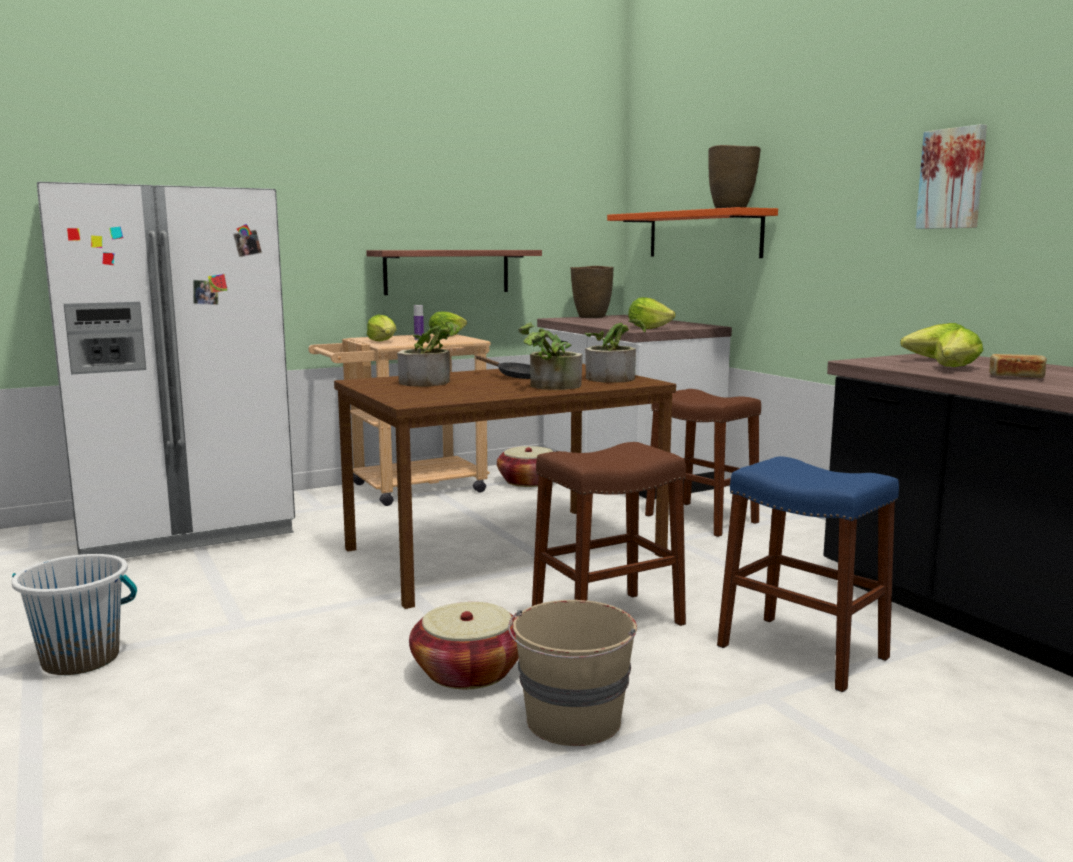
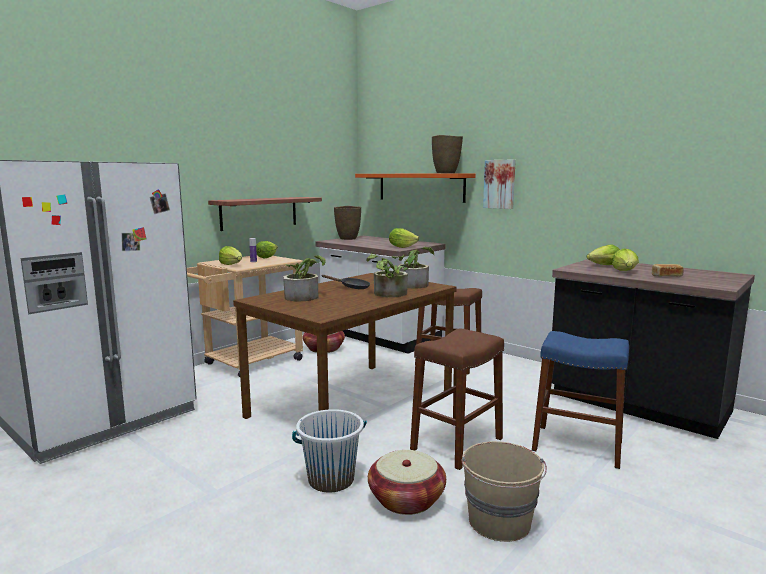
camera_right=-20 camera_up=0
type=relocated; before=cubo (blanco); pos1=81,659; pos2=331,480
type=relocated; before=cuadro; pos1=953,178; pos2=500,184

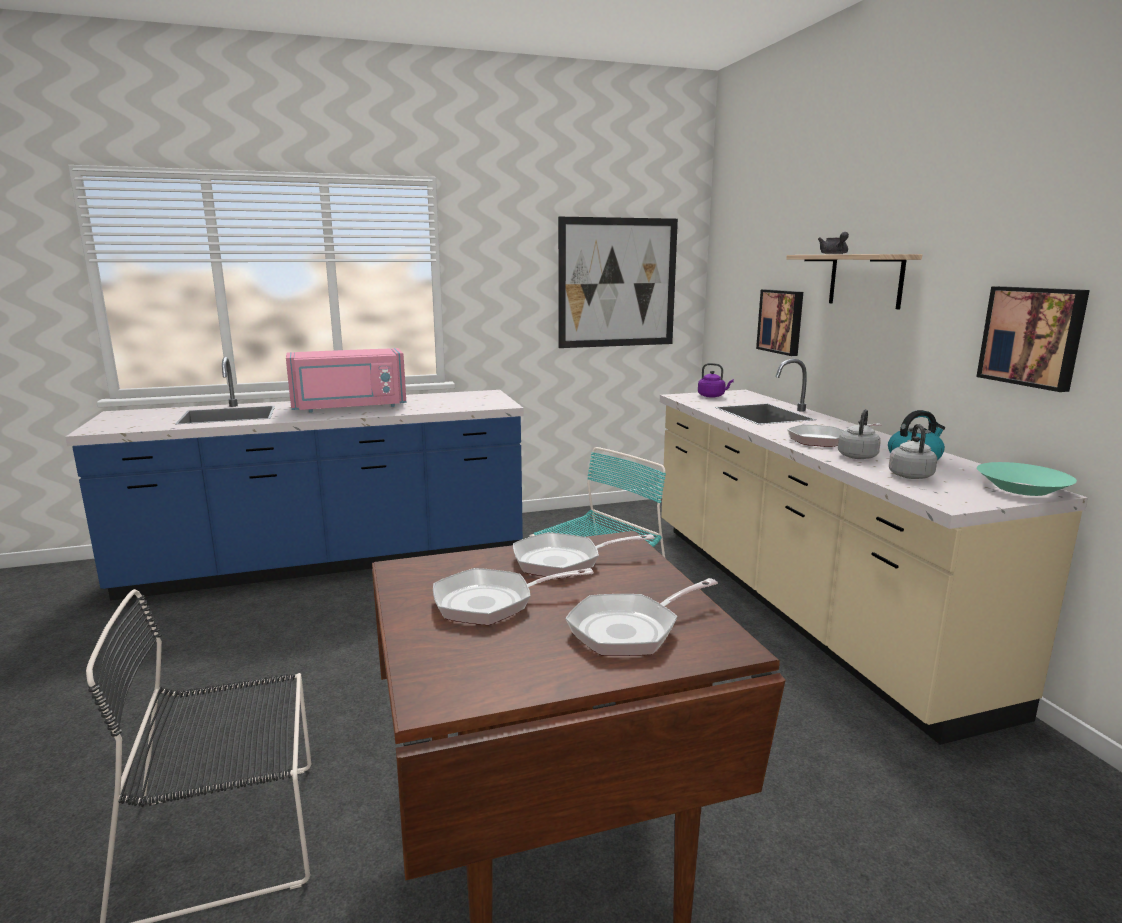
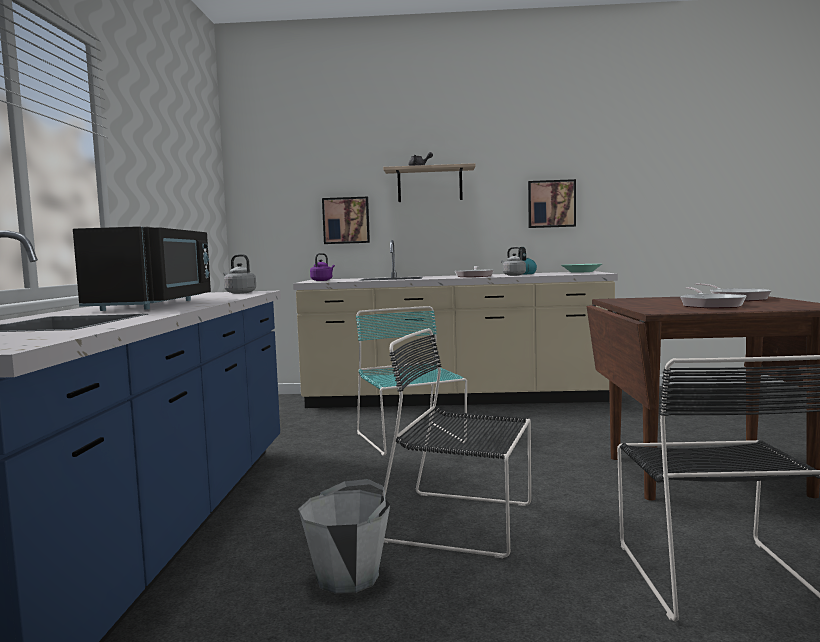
camera_right=-70 camera_up=-10
type=missing; before=sartén; pos1=564,561
type=missing; before=cuadro; pos1=617,283
type=appeared; after=cubo (gris); pos2=348,577
type=appeared; after=silla (negro); pos2=463,522
type=relocated; before=hervidor (gris); pos1=910,475; pos2=239,293
type=colour; before=microondas (rosa); after=microondas (negro); pos1=349,407; pos2=155,305

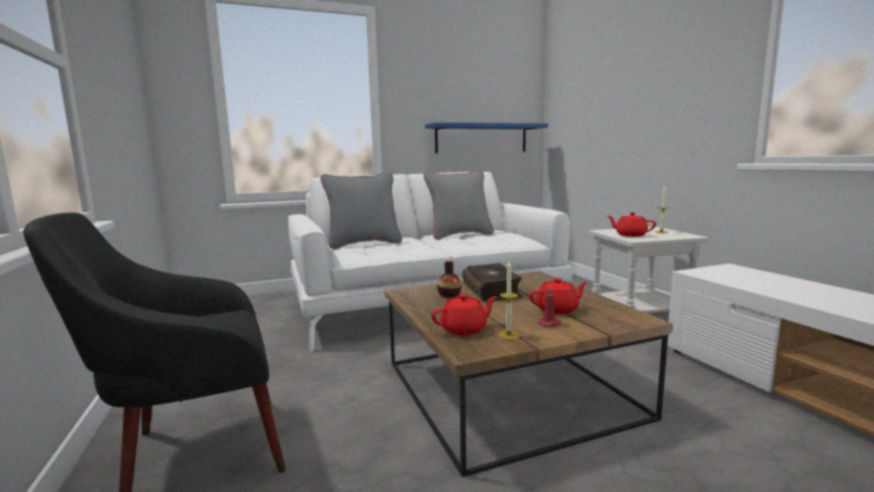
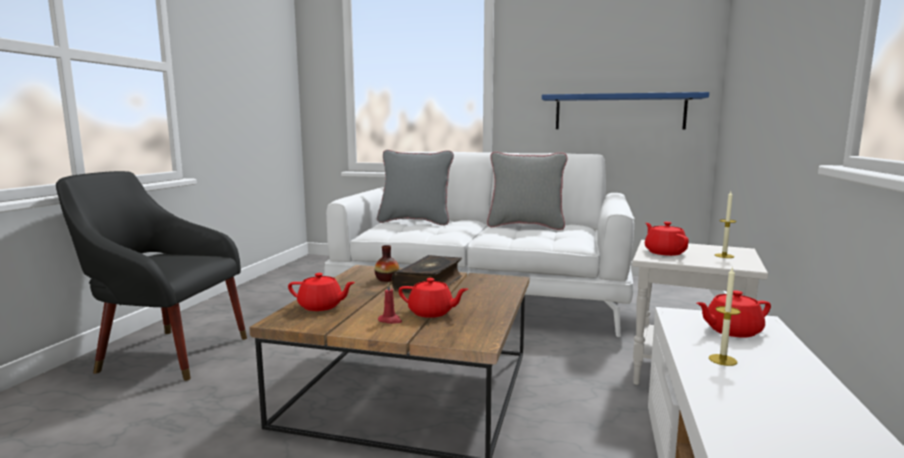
camera_right=35 camera_up=0
type=appeared; after=tetera (rojo); pos2=731,331
type=relocated; before=vela; pos1=508,335; pos2=722,360

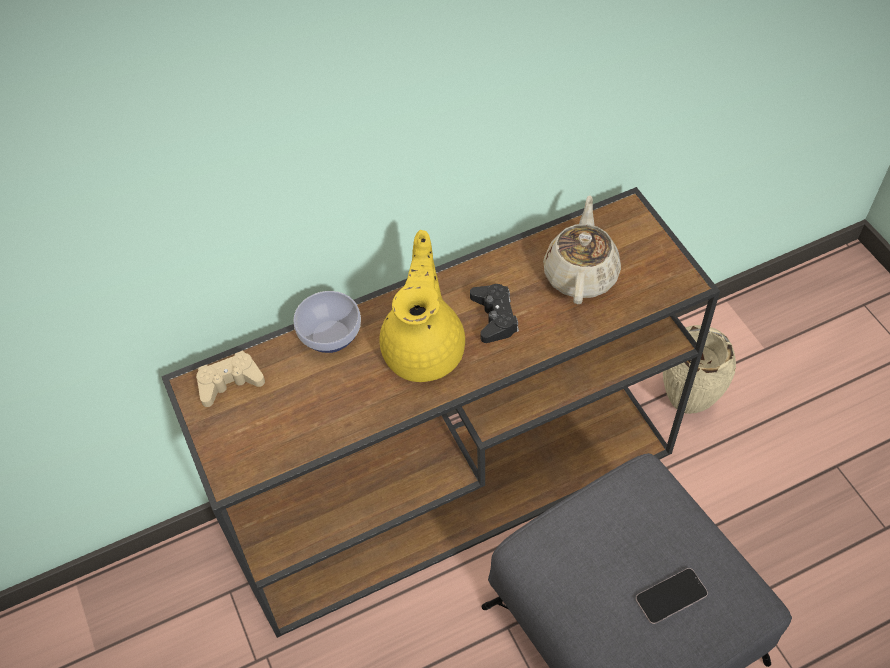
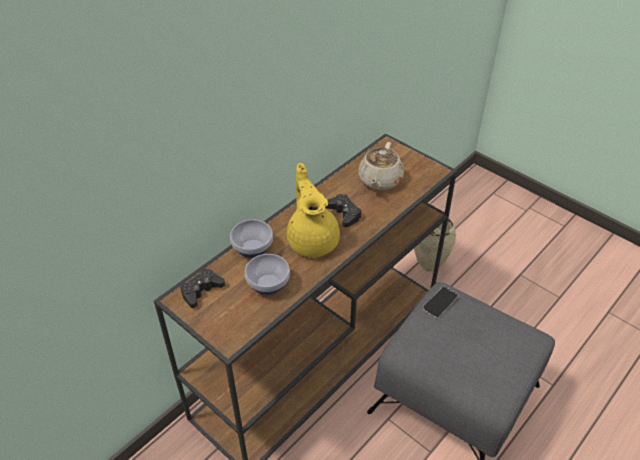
camera_right=-25 camera_up=-10
type=appeared; after=cuenco; pos2=269,285
type=relocated; before=móvil; pos1=671,596; pos2=440,302
type=colour; before=mando de consola (beis); after=mando de consola (negro); pos1=230,382; pos2=201,291
type=spun; before=tetera (beis); pos1=581,273; pos2=379,180; turn=-150

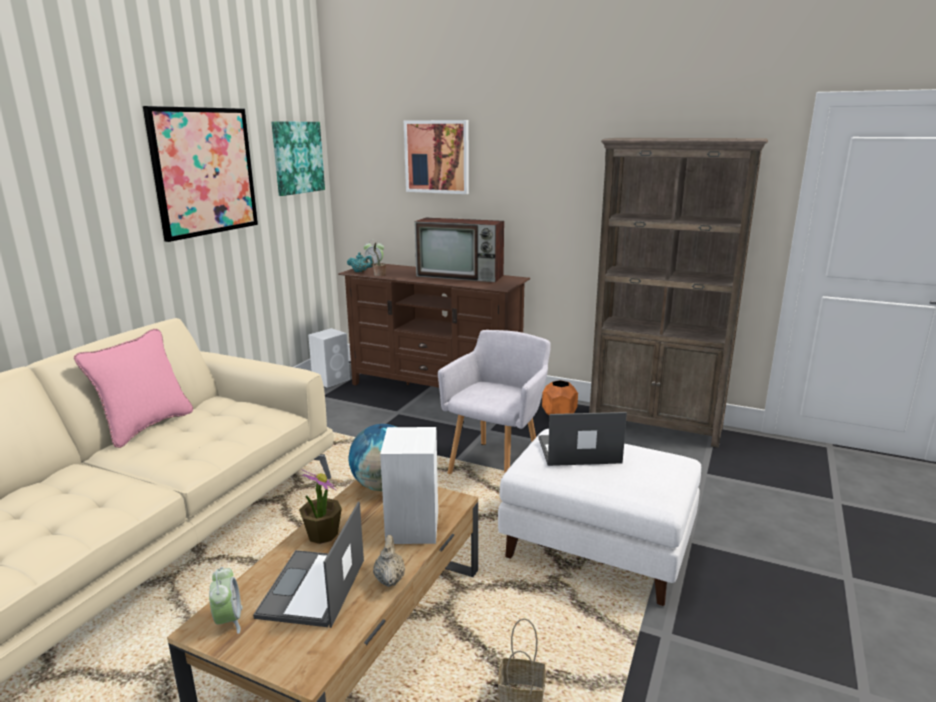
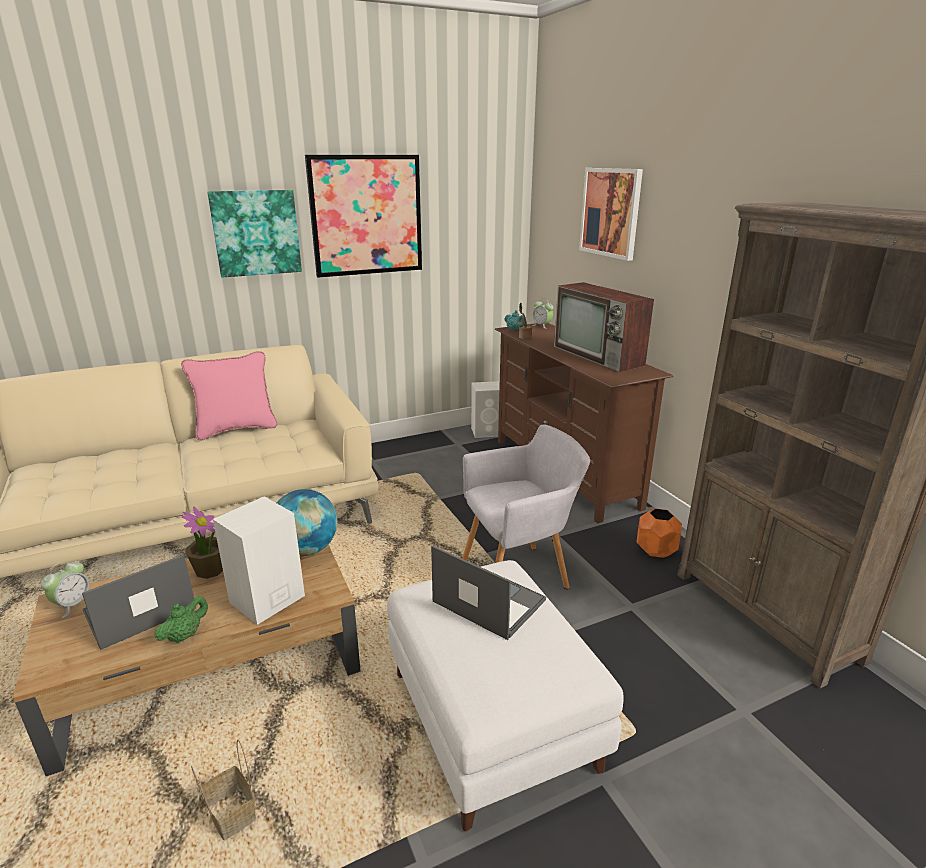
camera_right=40 camera_up=5
type=relocated; before=cuadro; pos1=297,157; pos2=256,233
type=colour; before=tetera (beis); after=tetera (verde); pos1=389,579; pos2=185,635

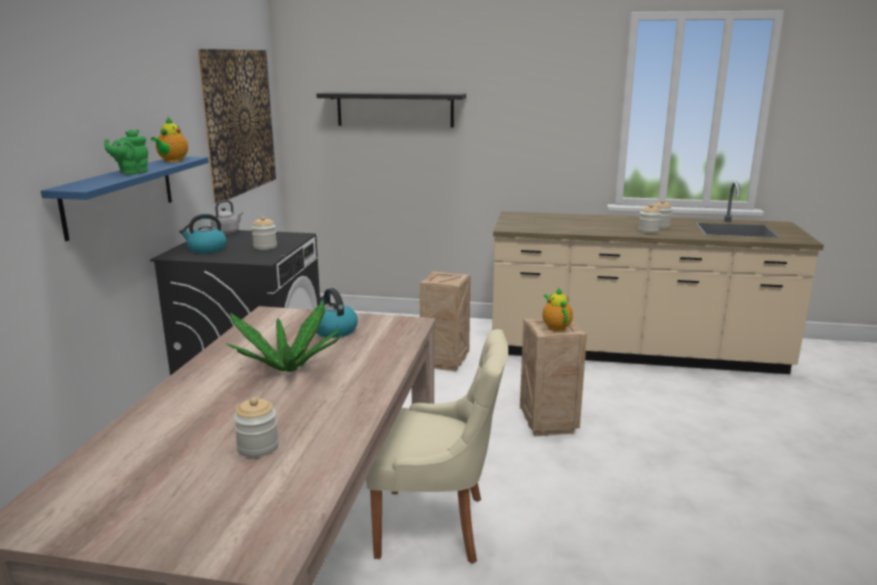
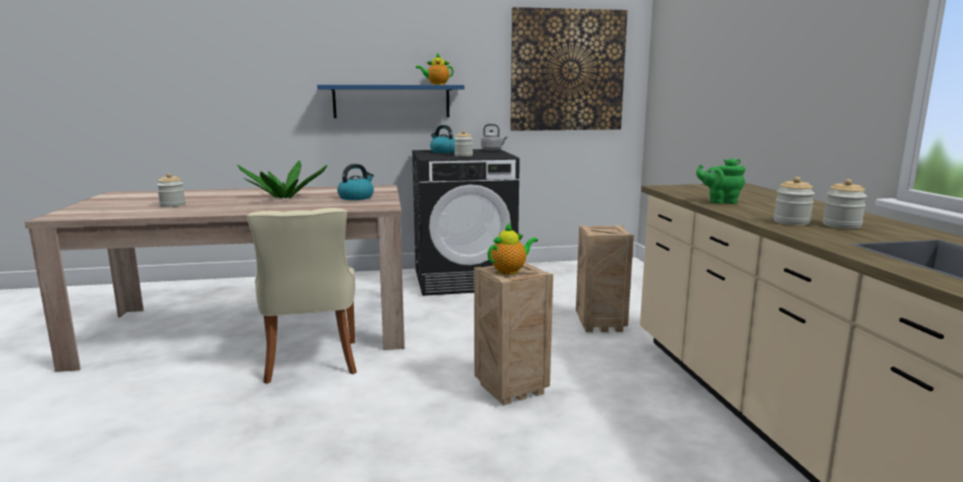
camera_right=70 camera_up=-5
type=missing; before=estante (negro); pos1=395,109
type=relocated; before=tetera (verde); pos1=131,173; pos2=720,202

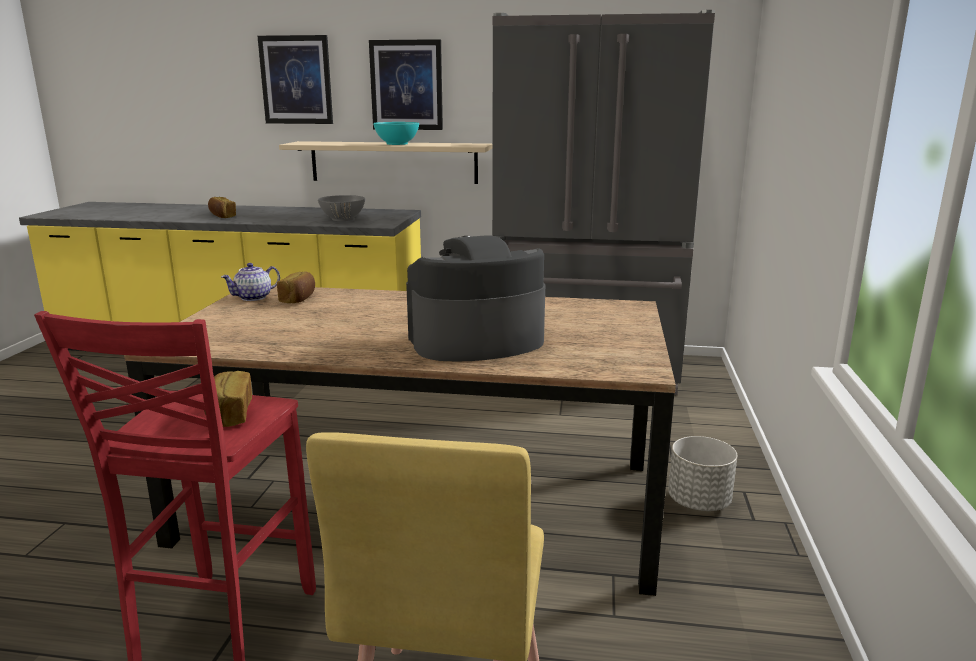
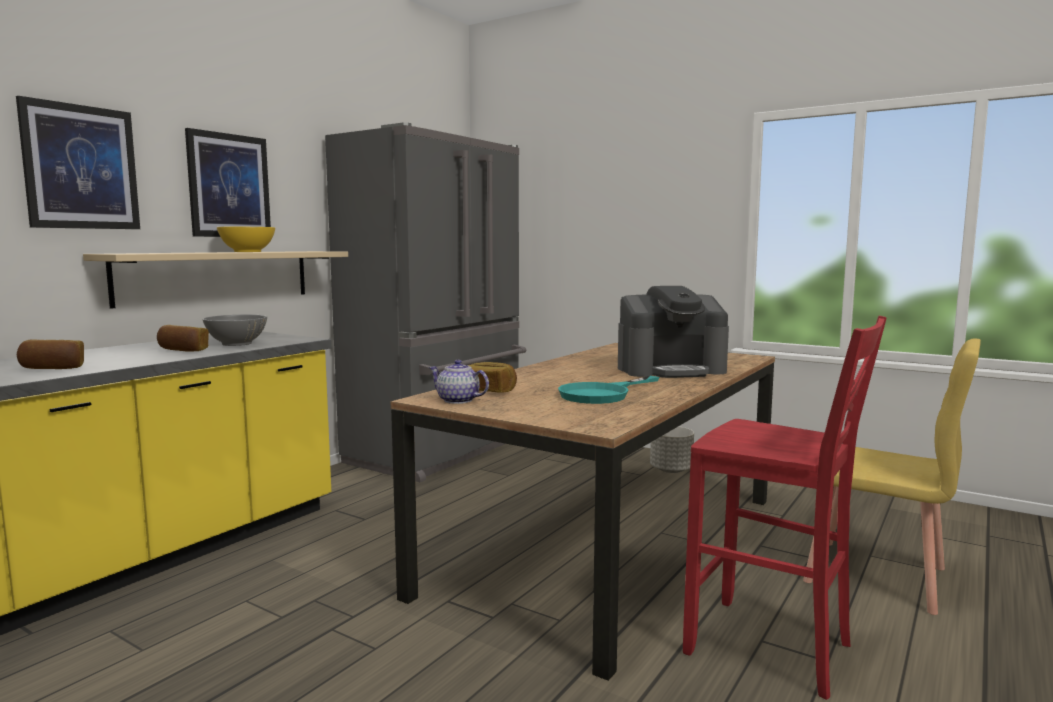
camera_right=-65 camera_up=-10
type=appeared; after=sartén (turquesa); pos2=602,394
type=relocated; before=pan; pos1=229,414; pos2=183,350
type=colour; before=cuenco (turquesa); after=cuenco (amarillo); pos1=396,144; pos2=247,252
type=spun; before=tetera; pos1=254,297; pos2=458,400; turn=135
type=spun; before=cafetera; pos1=475,341; pos2=671,369; turn=-105

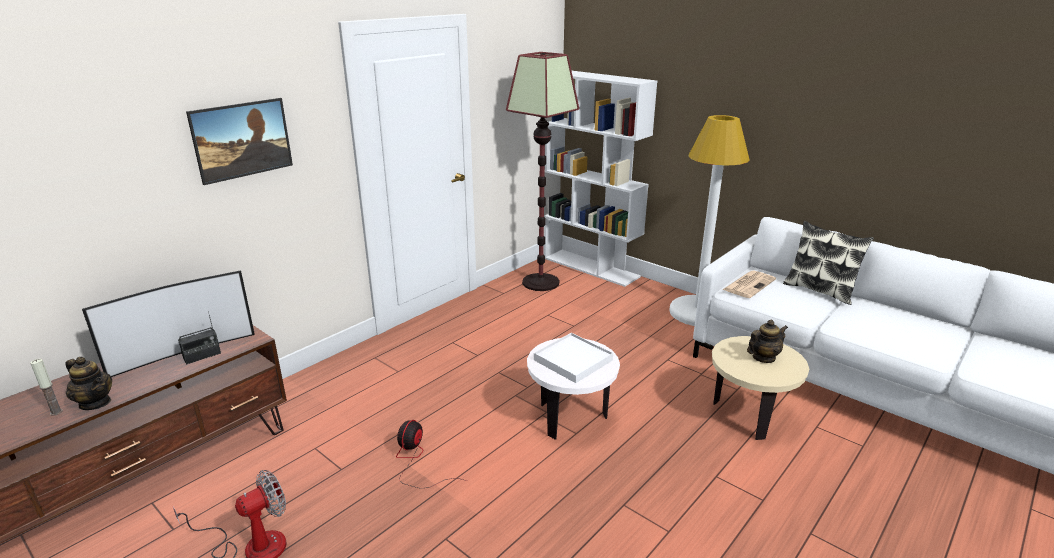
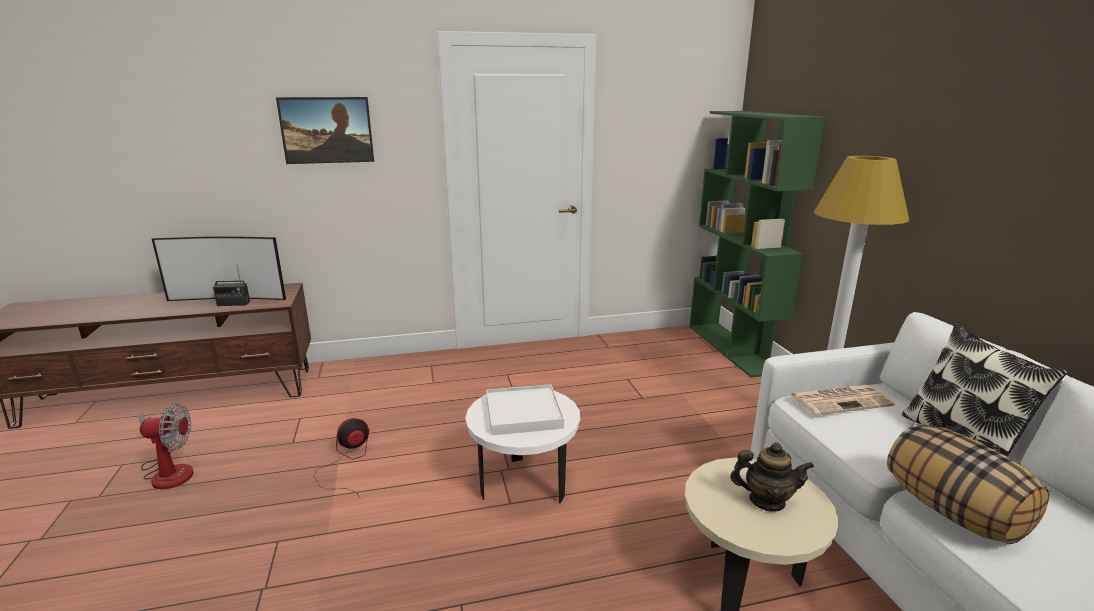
camera_right=35 camera_up=-5
type=missing; before=vela; pos1=56,412
type=missing; before=tetera; pos1=95,403
type=missing; before=lámpara de pie; pos1=541,282
type=appeared; after=cojín; pos2=953,512
type=colour; before=estantería (blanco); after=estantería (verde); pos1=591,267; pos2=733,348

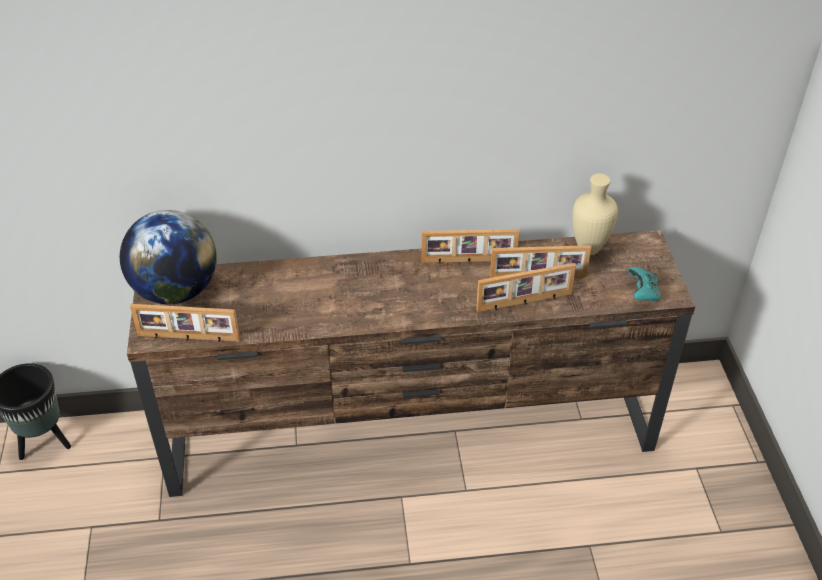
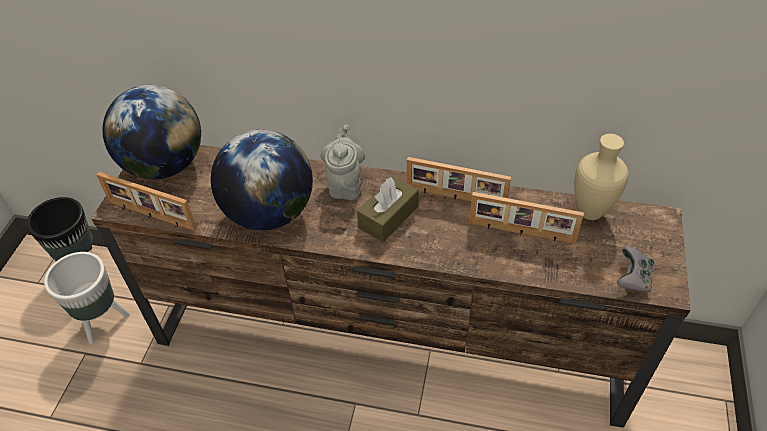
camera_right=20 camera_up=5
type=missing; before=portarretratos; pos1=524,303
type=appeared; after=maceta (blanco); pos2=103,321
type=appeared; after=globo terráqueo; pos2=269,213
type=appeared; after=tetera (gris); pos2=345,184
type=appeared; after=caja de pañuelos (marrón); pos2=388,217
type=colour; before=mando de consola (turquesa); after=mando de consola (gris); pos1=643,293; pos2=633,279

